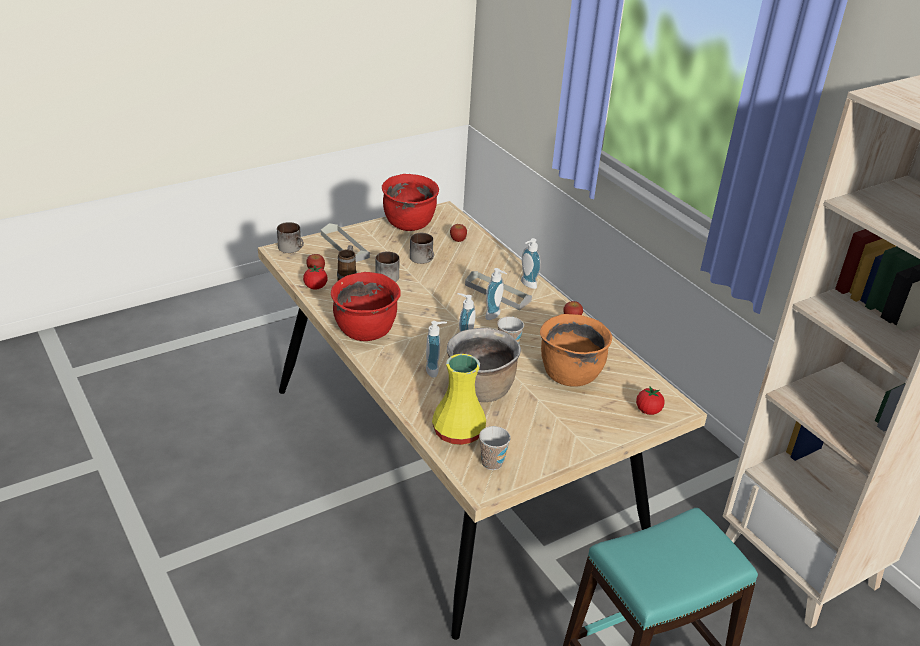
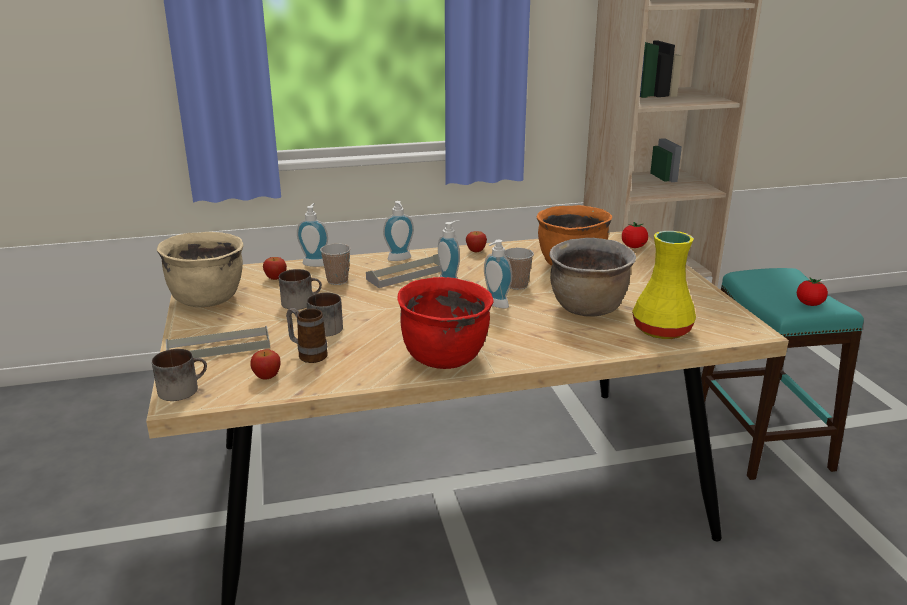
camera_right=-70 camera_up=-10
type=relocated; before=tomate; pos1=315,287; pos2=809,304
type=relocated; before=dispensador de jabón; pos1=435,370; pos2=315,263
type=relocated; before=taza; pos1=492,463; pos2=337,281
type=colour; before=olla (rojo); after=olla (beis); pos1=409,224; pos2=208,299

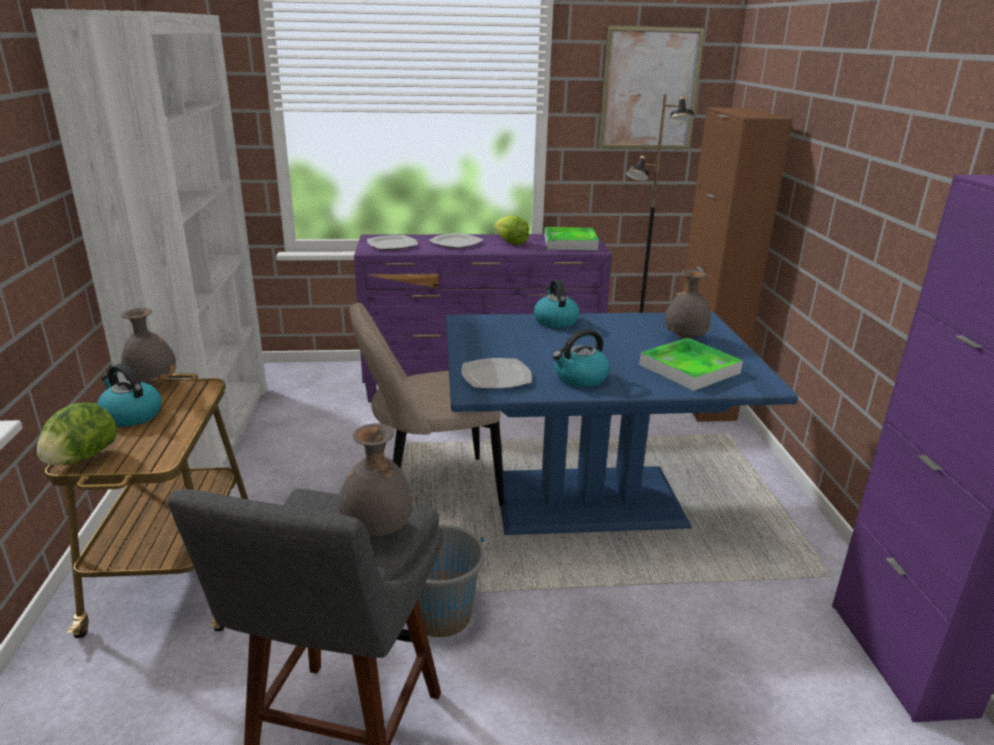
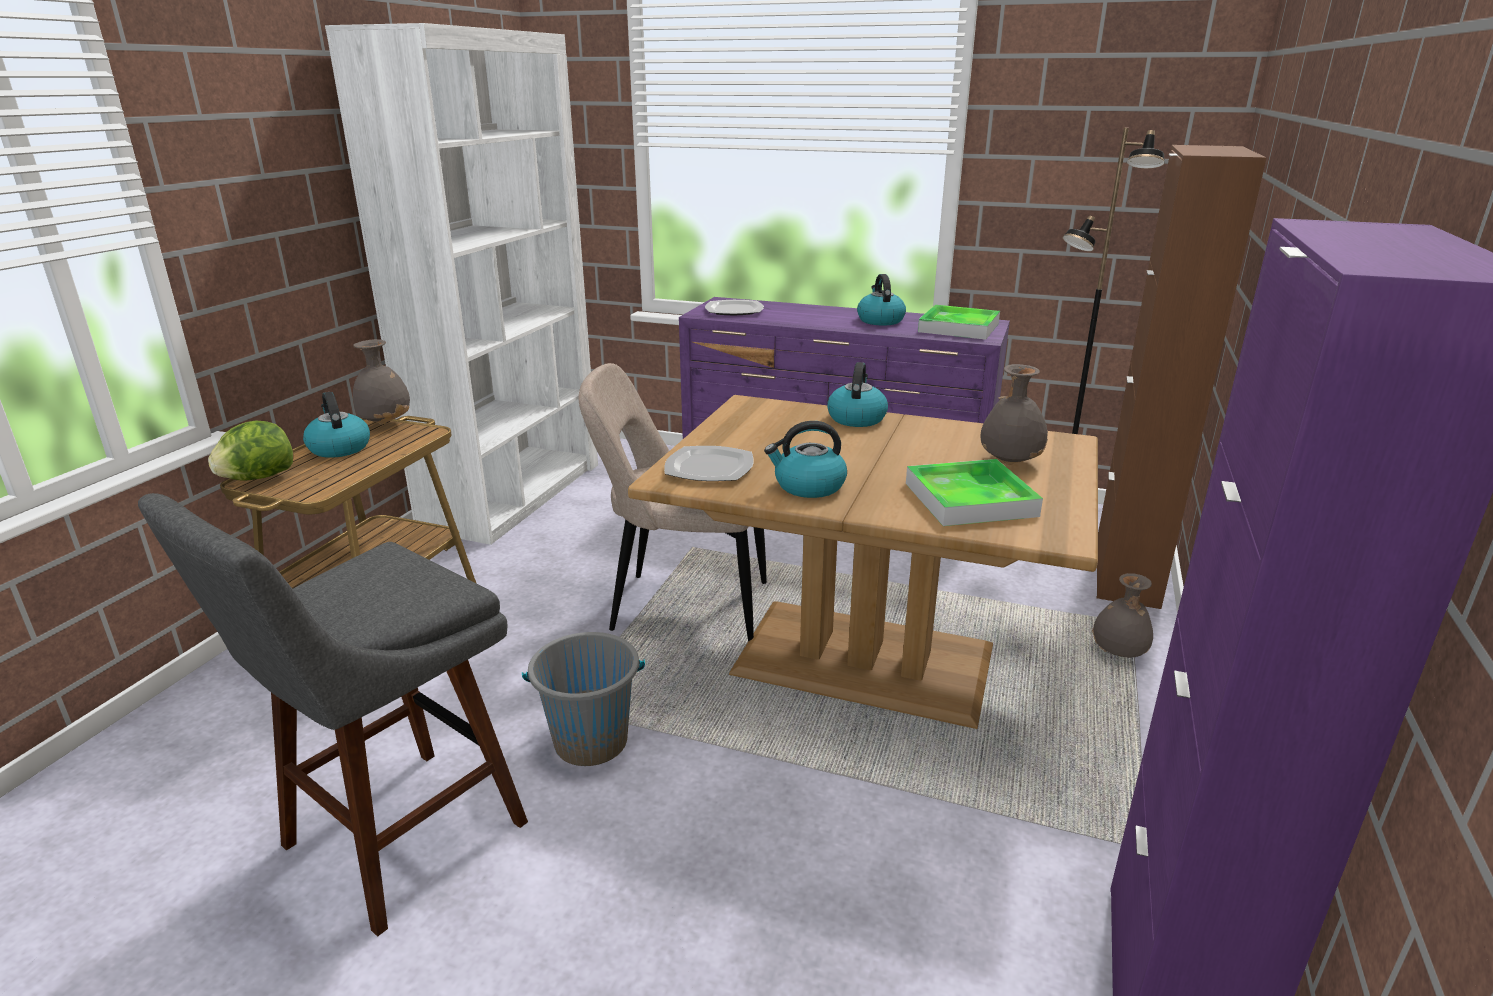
camera_right=25 camera_up=0
type=missing; before=plato; pos1=456,243
type=missing; before=cuadro; pos1=650,89
type=relocated; before=florero (gris); pos1=377,531; pos2=1118,654
type=exchanged; before=lechuga; after=hervidor; pos1=510,242; pos2=880,320
type=colour; before=mesa de comedor (azul); after=mesa de comedor (marrón); pos1=589,501; pos2=864,662

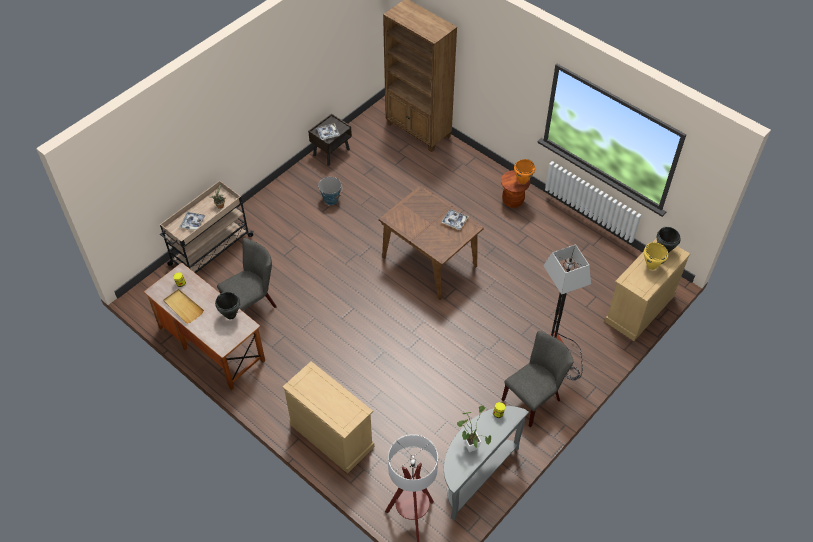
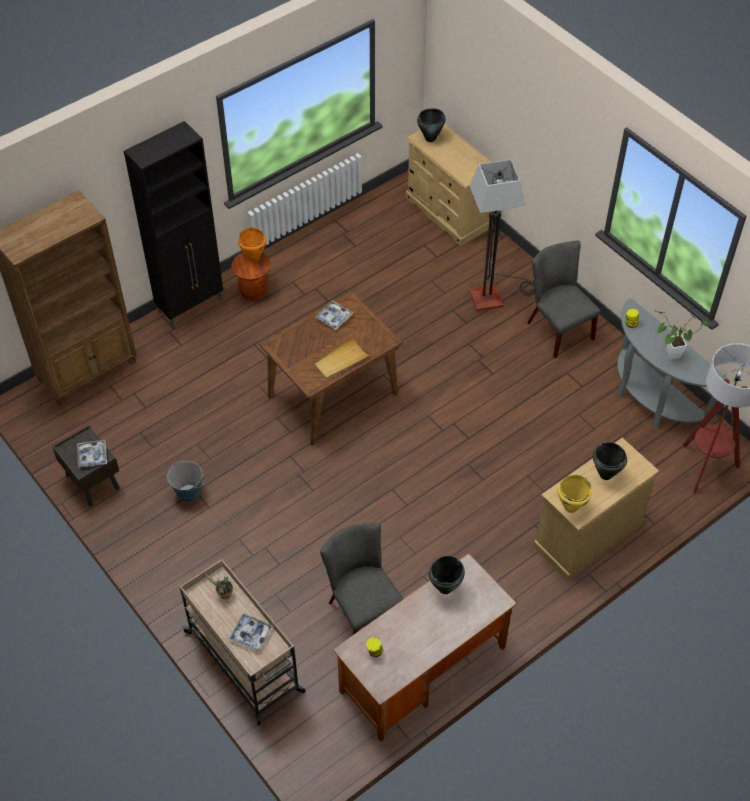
camera_right=-80 camera_up=0
type=appeared; after=armario (negro); pos2=191,305
type=appeared; after=olla (negro); pos2=605,475
type=relocated; before=bandeja (beis); pos1=183,307; pos2=340,360
type=relocated; before=olla (amarillo); pos1=651,266; pos2=570,507

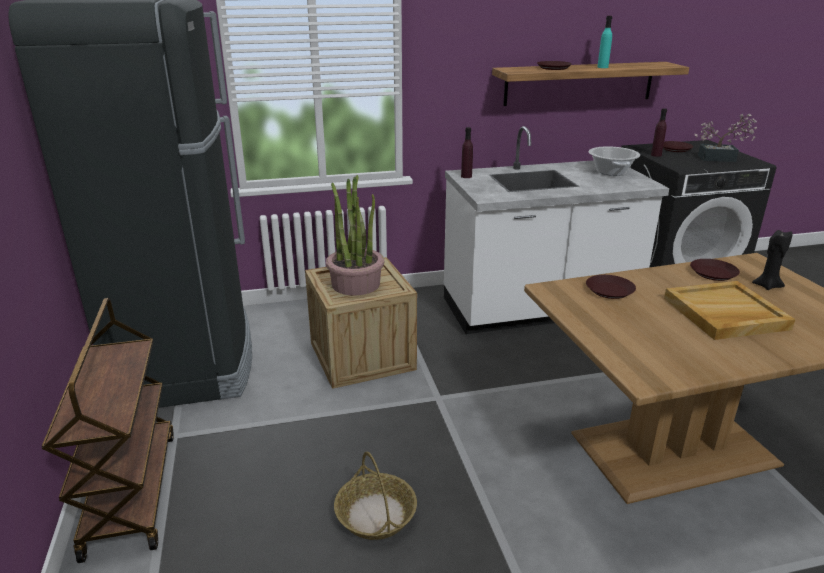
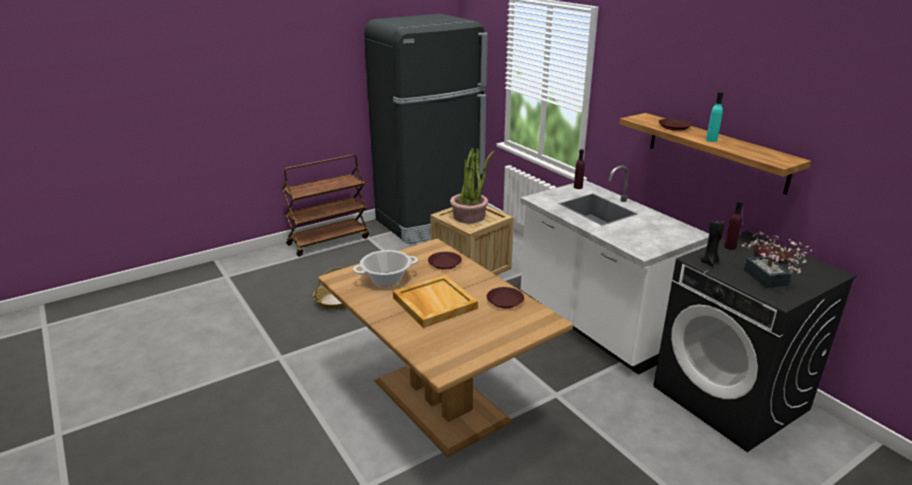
camera_right=70 camera_up=0
type=relocated; before=olla; pos1=611,172; pos2=386,279
type=relocated; before=vela (negro); pos1=767,286; pos2=709,262

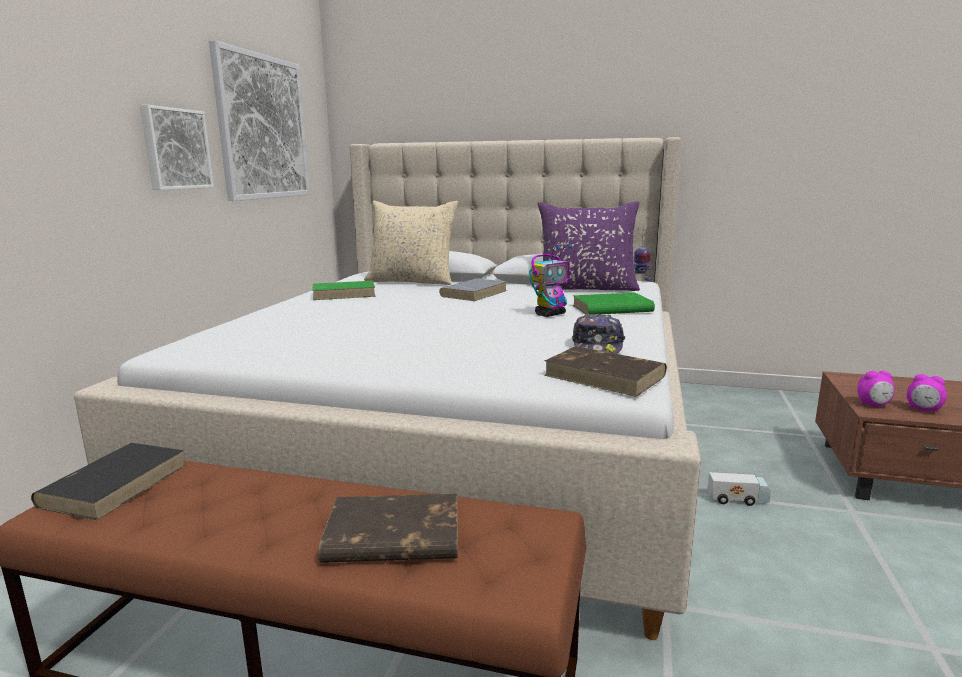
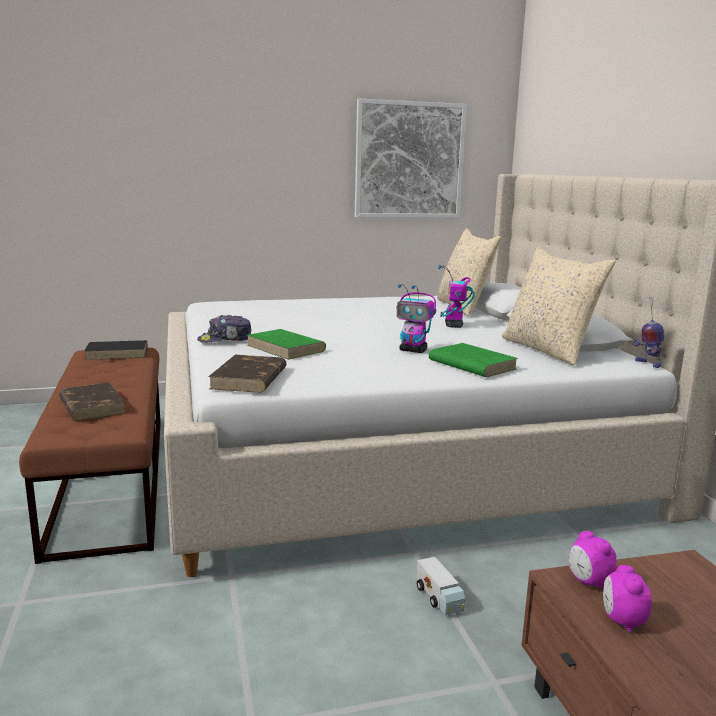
camera_right=60 camera_up=0
type=missing; before=cuadro; pos1=175,149
type=relocated; before=libro (verde); pos1=344,294; pos2=286,348
type=relocated; before=gorra; pos1=597,346; pos2=225,339
type=exchanged; before=libro (gris); after=robot de juguete; pos1=474,293; pos2=454,325
type=colour; before=cojín (morado); after=cojín (beis); pos1=586,289; pos2=548,350

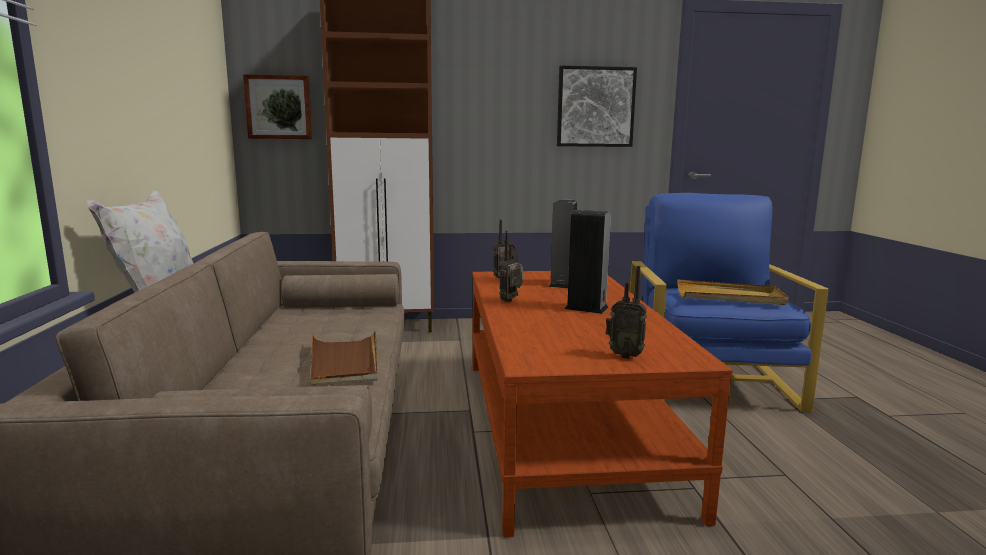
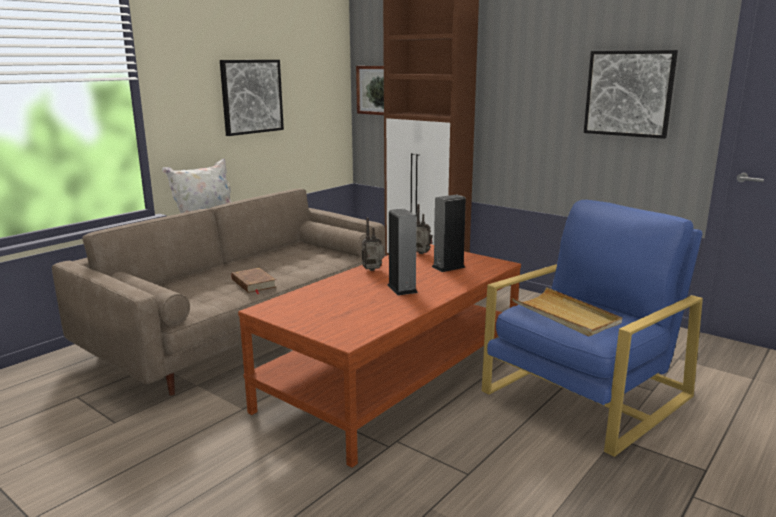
camera_right=45 camera_up=5
type=missing; before=radio; pos1=624,355
type=appeared; after=cuadro; pos2=251,96
type=exchanged; before=bandeja (marrón); after=libro (marrón); pos1=344,362; pos2=253,284

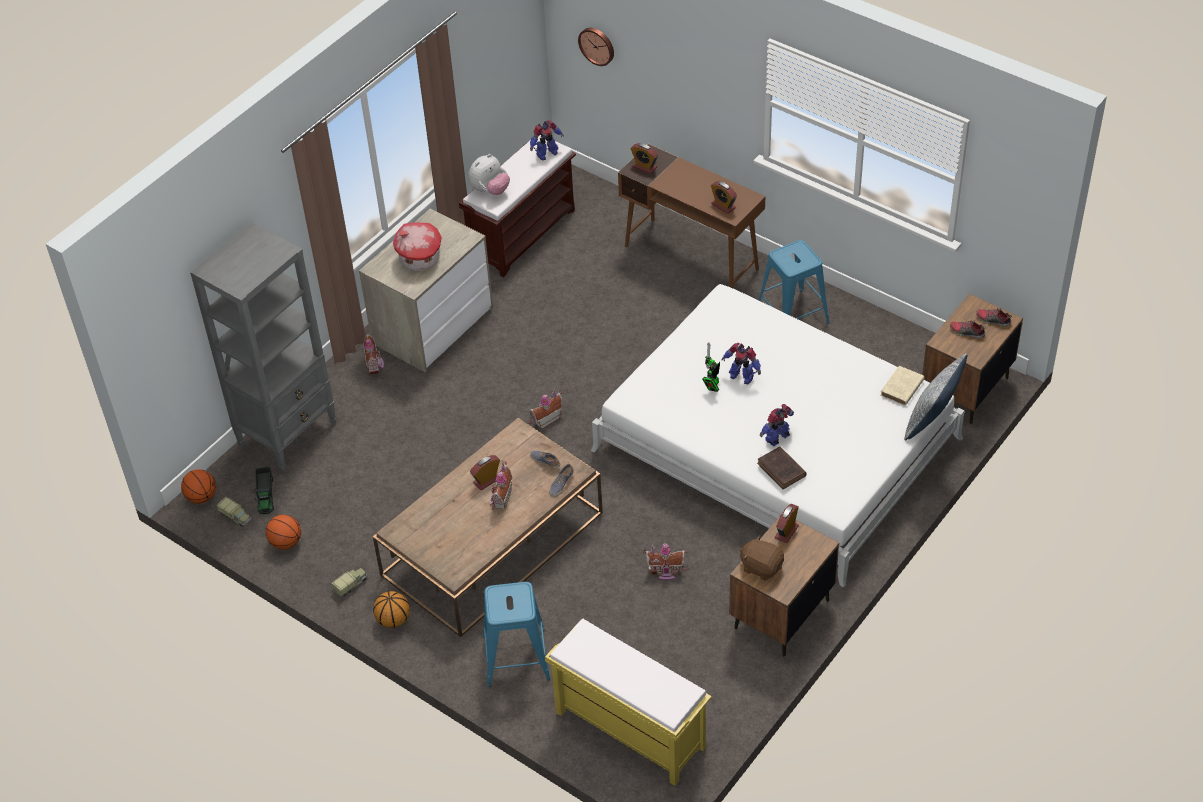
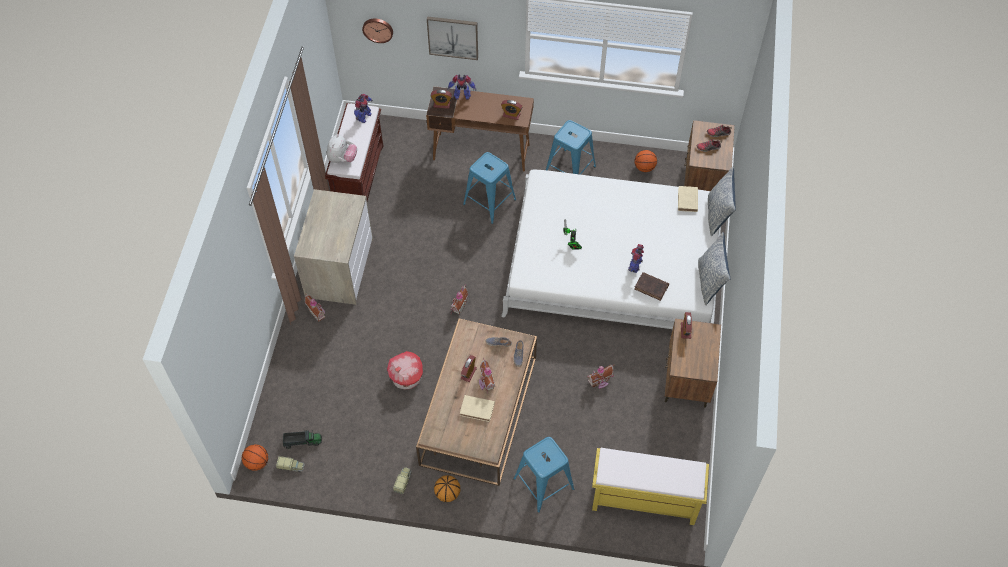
camera_right=-30 camera_up=10
type=missing; before=estantería (gris); pos1=288,432
type=missing; before=peluche (marrón); pos1=761,567
type=appeared; after=cuadro; pos2=453,37
type=appeared; after=libro (beis); pos2=478,409
type=appeared; after=taburete (azul); pos2=490,202
type=appeared; after=cojín; pos2=710,281
type=relocated; before=balón de baloncesto; pos1=285,542; pos2=644,168
type=relocated; before=casita; pos1=419,260; pos2=406,378
type=relocated; before=robot de juguete; pos1=741,376; pos2=462,96
type=spun; before=camión de juguete; pos1=266,495; pos2=302,442; turn=-60

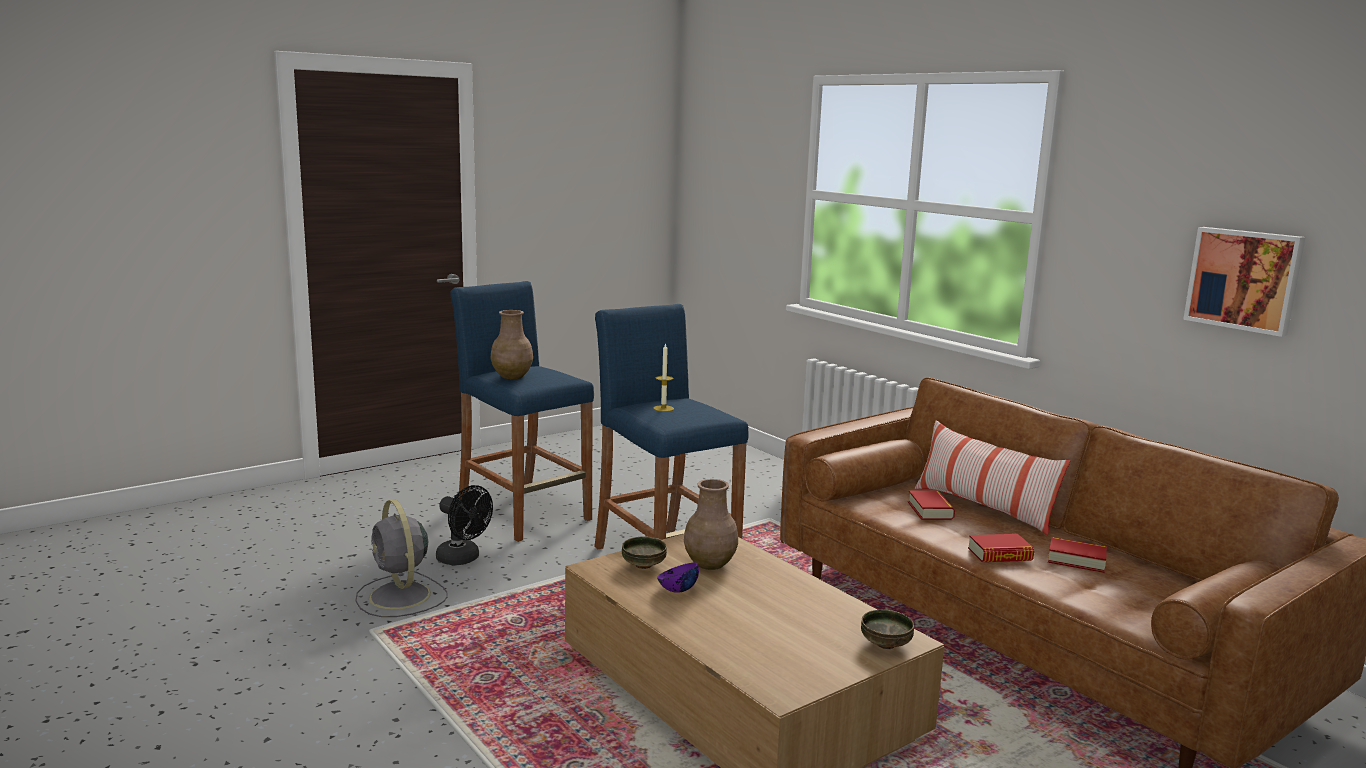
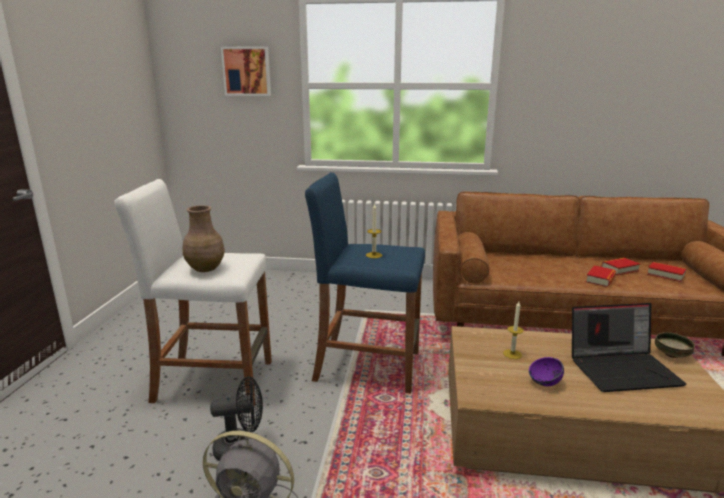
camera_right=-45 camera_up=5
type=missing; before=cuenco; pos1=644,565
type=missing; before=cojín; pos1=983,508
type=appeared; after=portátil; pos2=622,369
type=relocated; before=libro; pos1=930,510; pos2=665,275
type=relocated; before=cuadro; pos1=1244,279; pos2=247,71
type=exchanged; before=florero (marrón); after=vela; pos1=710,564; pos2=512,354
type=colour; before=taburete (azul); after=taburete (blanco); pos1=524,512; pos2=214,381

